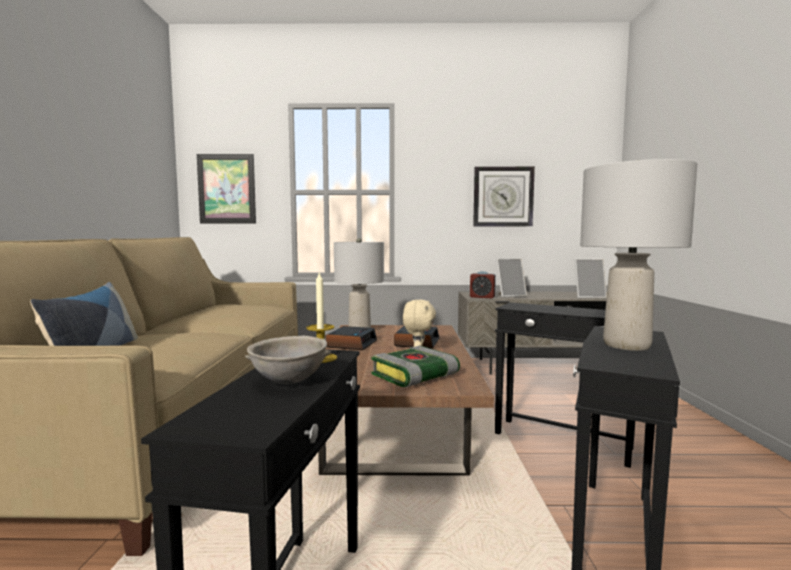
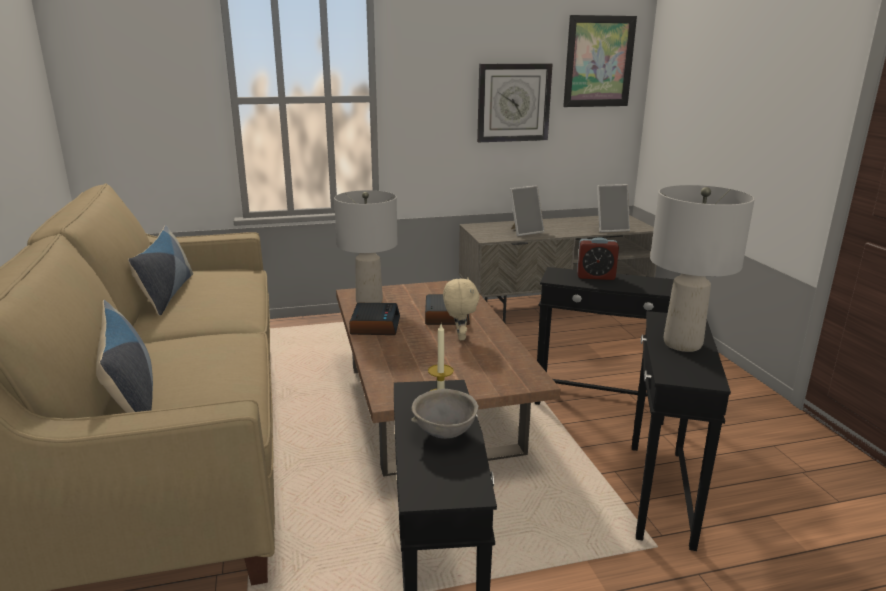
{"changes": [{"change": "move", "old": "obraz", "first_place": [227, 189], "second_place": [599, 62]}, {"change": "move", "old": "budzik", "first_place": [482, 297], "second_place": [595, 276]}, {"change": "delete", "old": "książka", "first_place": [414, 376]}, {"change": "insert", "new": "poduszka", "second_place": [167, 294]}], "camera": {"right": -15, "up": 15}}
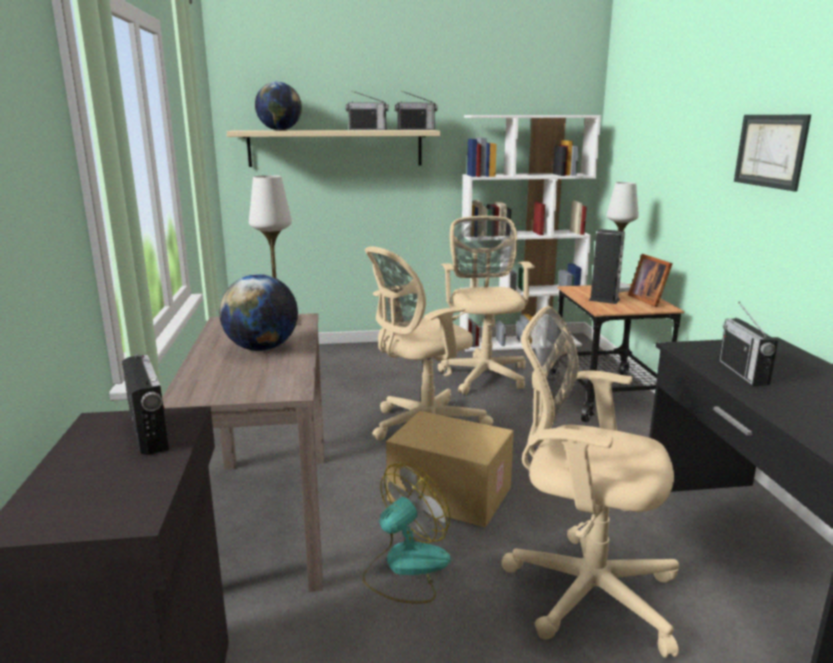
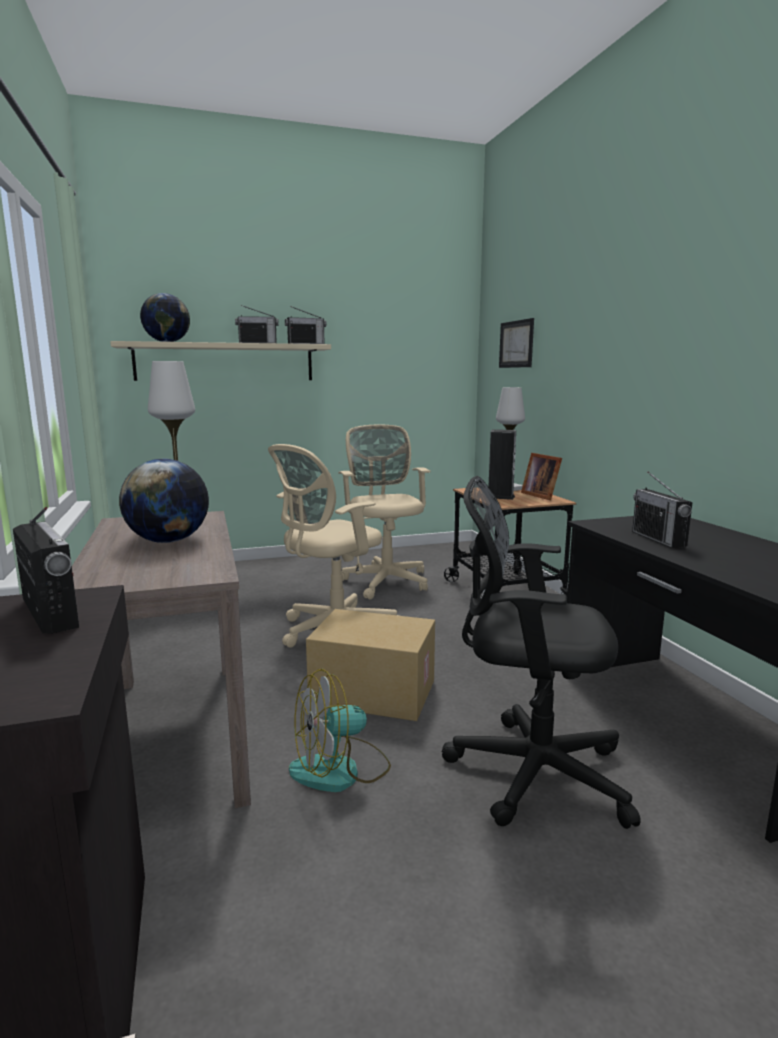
{"changes": [{"change": "delete", "old": "regał (biały)", "first_place": [520, 343]}, {"change": "move", "old": "obraz", "first_place": [770, 151], "second_place": [516, 344]}, {"change": "recolor", "old": "krzesło biurowe (beżowy)", "new": "krzesło biurowe (czarny)", "first_place": [583, 589], "second_place": [529, 771]}, {"change": "rotate", "old": "wentylator", "first_place": [406, 567], "second_place": [340, 770], "degrees": -150}], "camera": {"right": -10, "up": -5}}
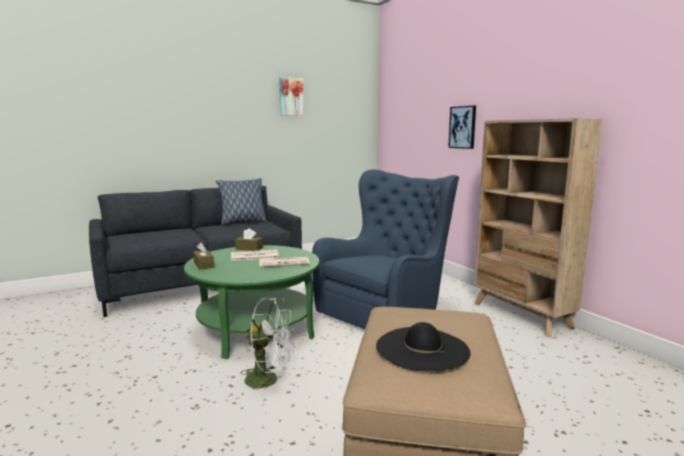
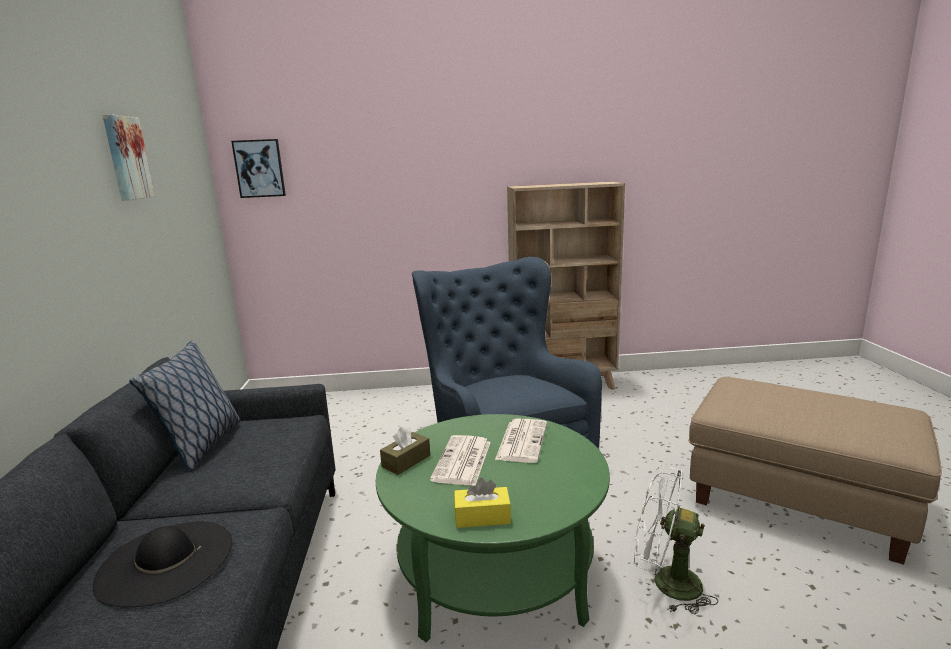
{"changes": [{"change": "move", "old": "obraz", "first_place": [463, 127], "second_place": [259, 168]}, {"change": "recolor", "old": "pudełko chusteczek (brązowy)", "new": "pudełko chusteczek (żółty)", "first_place": [203, 265], "second_place": [482, 517]}, {"change": "rotate", "old": "wentylator (biały)", "first_place": [269, 380], "second_place": [666, 583], "degrees": -105}, {"change": "move", "old": "kapelusz (czarny)", "first_place": [422, 348], "second_place": [166, 561]}], "camera": {"right": -65, "up": 5}}
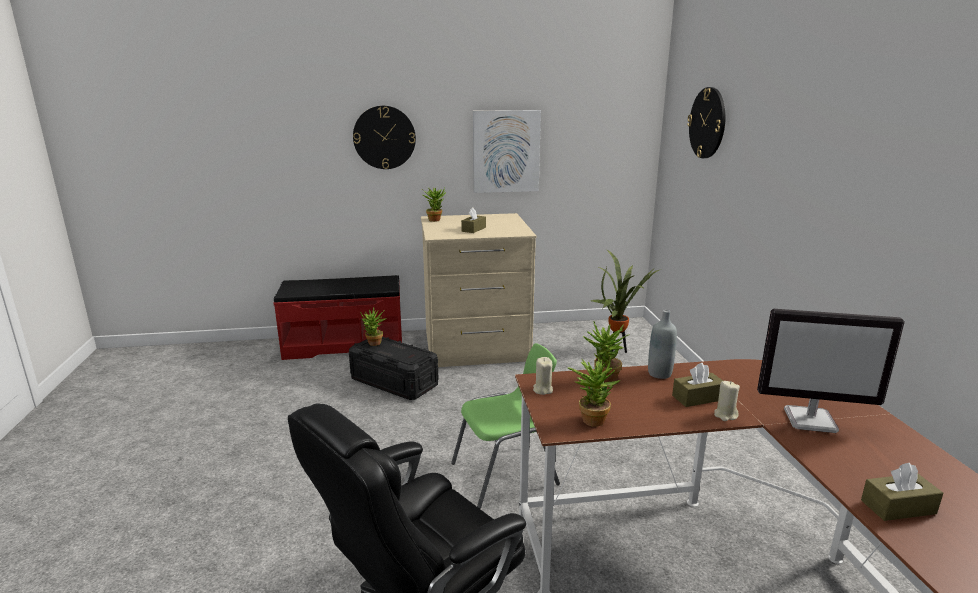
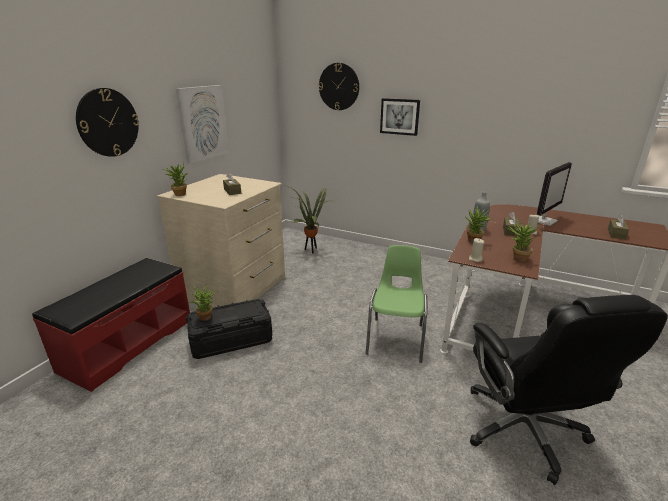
{"changes": [{"change": "insert", "new": "obraz", "second_place": [399, 116]}], "camera": {"right": -55, "up": 5}}
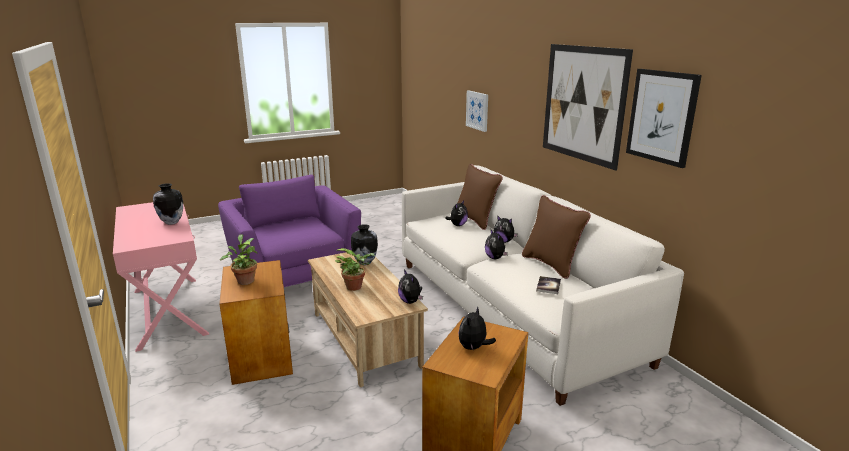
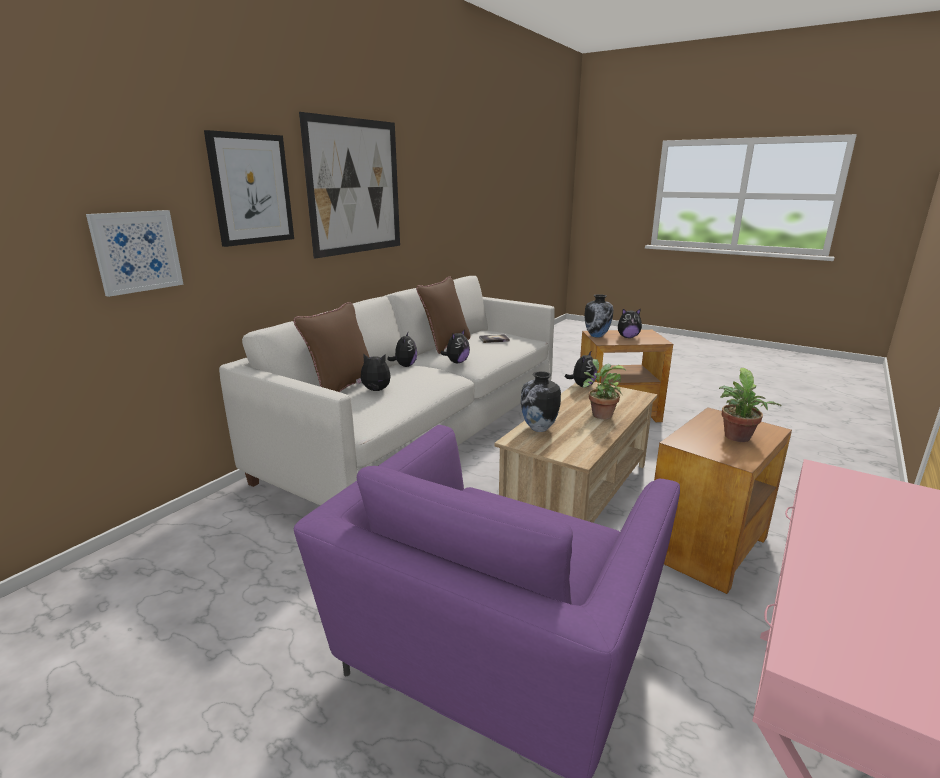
{"changes": [{"change": "move", "old": "obraz", "first_place": [662, 116], "second_place": [251, 189]}, {"change": "move", "old": "wazon", "first_place": [171, 222], "second_place": [597, 336]}], "camera": {"right": -120, "up": 0}}
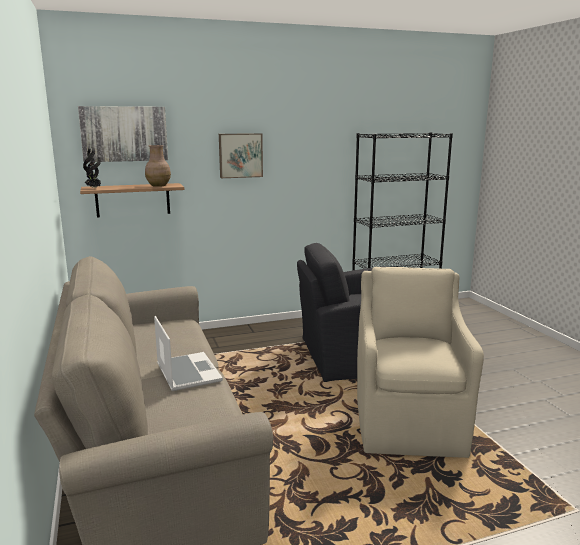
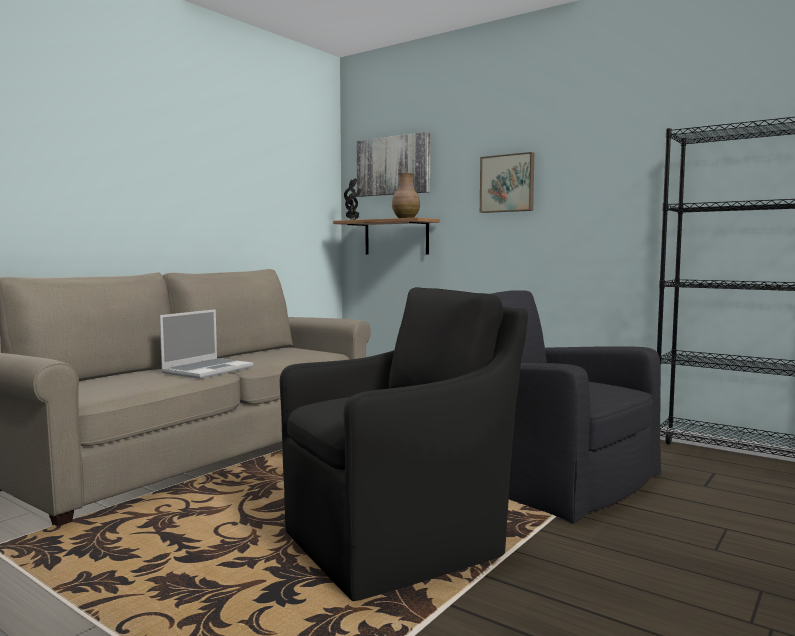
{"changes": [{"change": "recolor", "old": "fotel (beżowy)", "new": "fotel (czarny)", "first_place": [409, 424], "second_place": [398, 543]}], "camera": {"right": 55, "up": -10}}
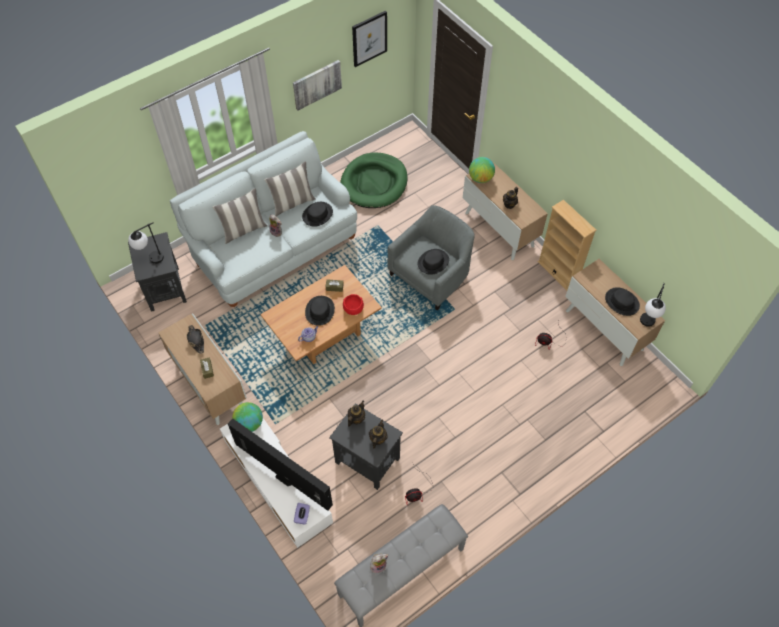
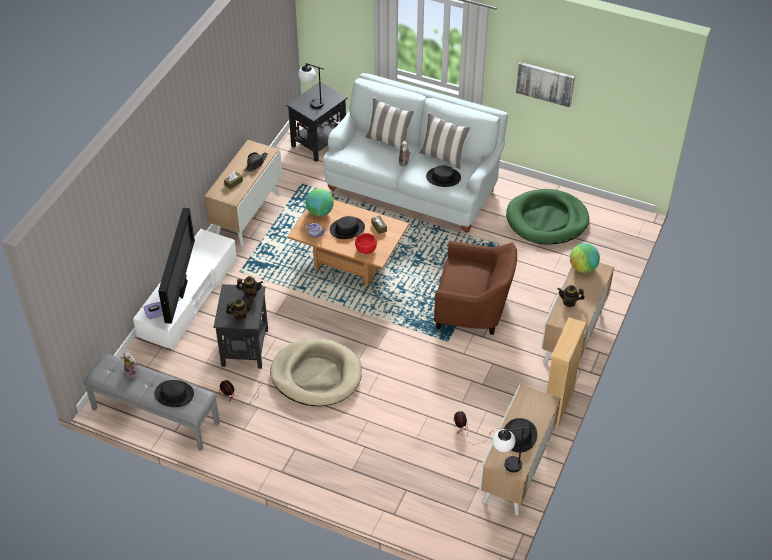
{"changes": [{"change": "delete", "old": "obraz", "first_place": [369, 38]}, {"change": "recolor", "old": "fotel (szary)", "new": "fotel (brązowy)", "first_place": [431, 275], "second_place": [473, 308]}, {"change": "move", "old": "kapelusz (czarny)", "first_place": [433, 262], "second_place": [174, 394]}, {"change": "move", "old": "globus", "first_place": [249, 423], "second_place": [320, 212]}, {"change": "insert", "new": "legowisko (beżowy)", "second_place": [316, 375]}], "camera": {"right": 60, "up": -10}}
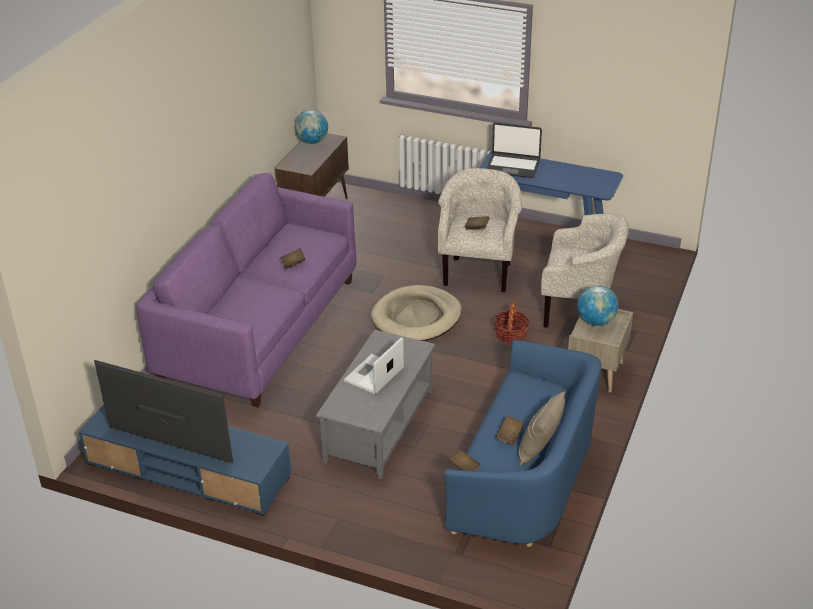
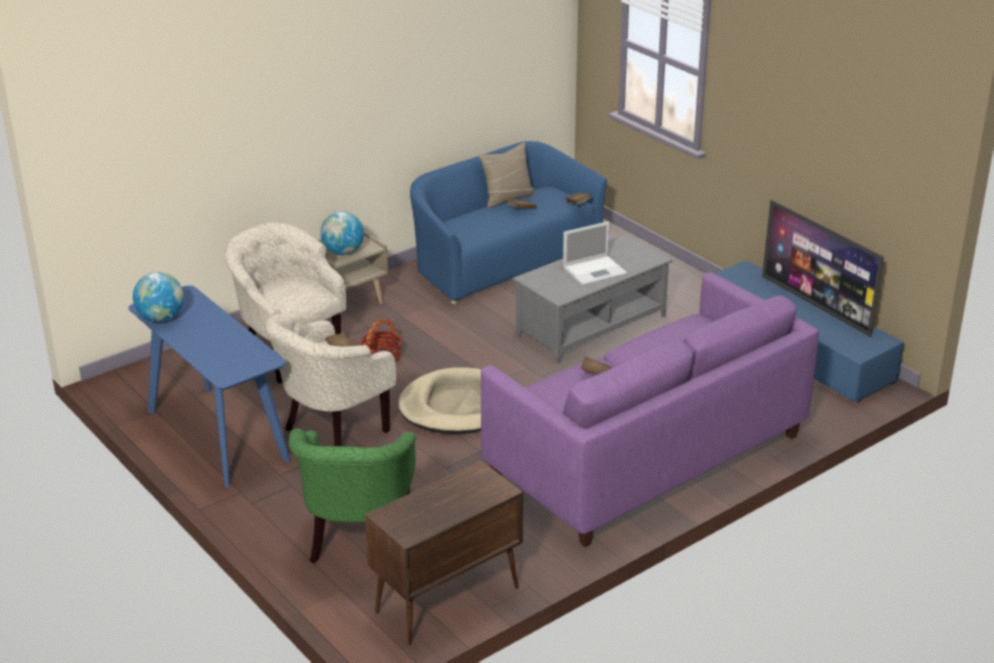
{"changes": [{"change": "move", "old": "globus", "first_place": [312, 141], "second_place": [161, 318]}, {"change": "delete", "old": "laptop", "first_place": [513, 166]}, {"change": "insert", "new": "fotel (zielony)", "second_place": [358, 543]}], "camera": {"right": -150, "up": -5}}
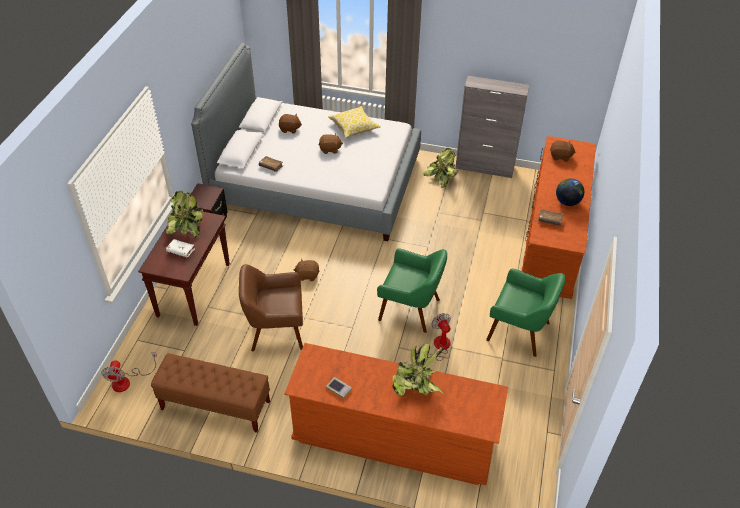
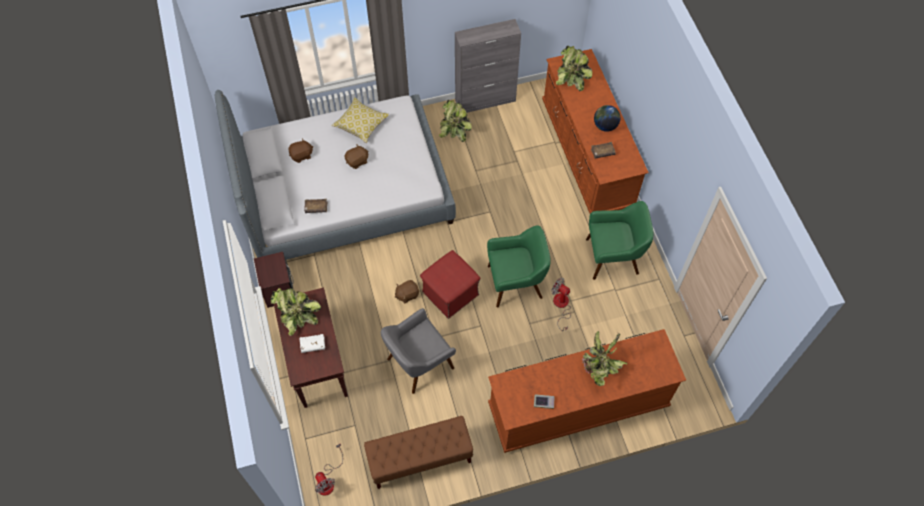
{"changes": [{"change": "replace", "old": "pluszak (brązowy)", "new": "roślina doniczkowa", "first_place": [560, 156], "second_place": [571, 78]}, {"change": "recolor", "old": "fotel (brązowy)", "new": "fotel (szary)", "first_place": [276, 330], "second_place": [419, 363]}, {"change": "insert", "new": "pufa (czerwony)", "second_place": [450, 293]}], "camera": {"right": -30, "up": 15}}
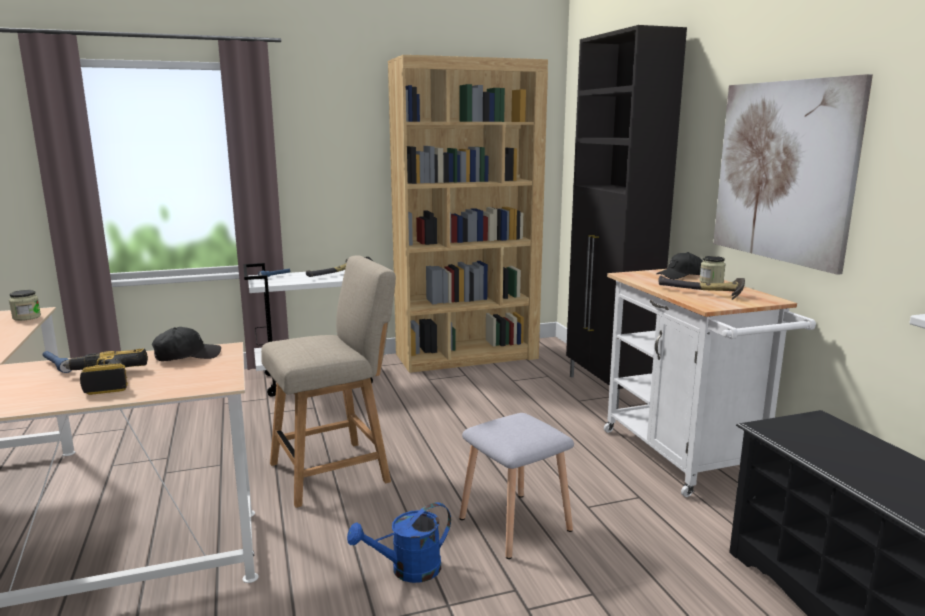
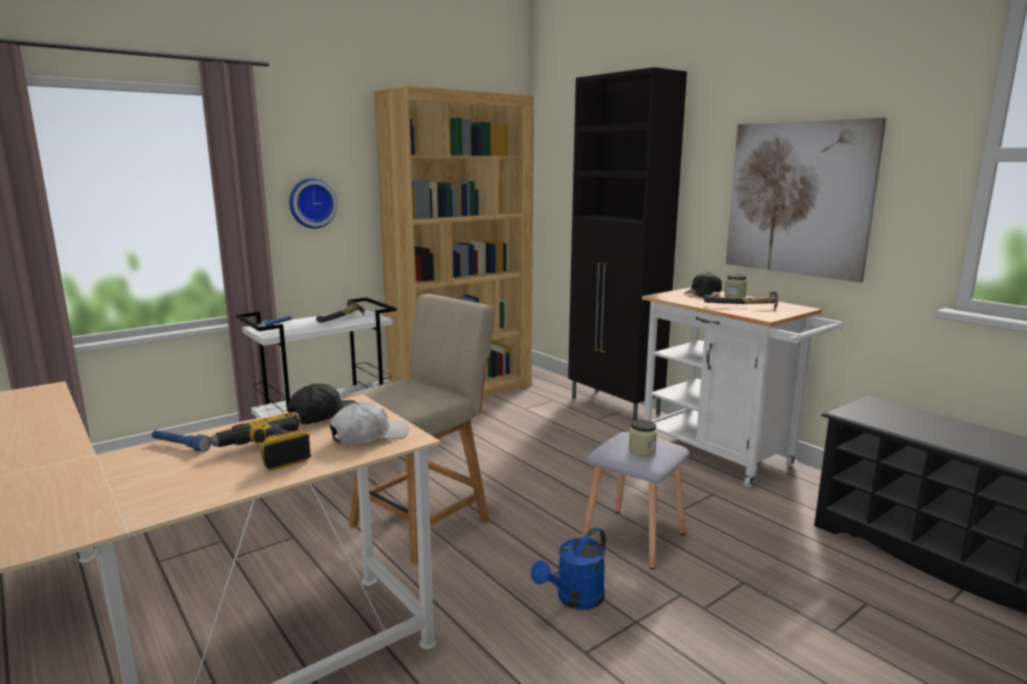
{"changes": [{"change": "move", "old": "słoik", "first_place": [26, 317], "second_place": [642, 450]}, {"change": "insert", "new": "zegar ścienny", "second_place": [312, 203]}, {"change": "insert", "new": "czapka z daszkiem (biały)", "second_place": [369, 436]}], "camera": {"right": -20, "up": 0}}
